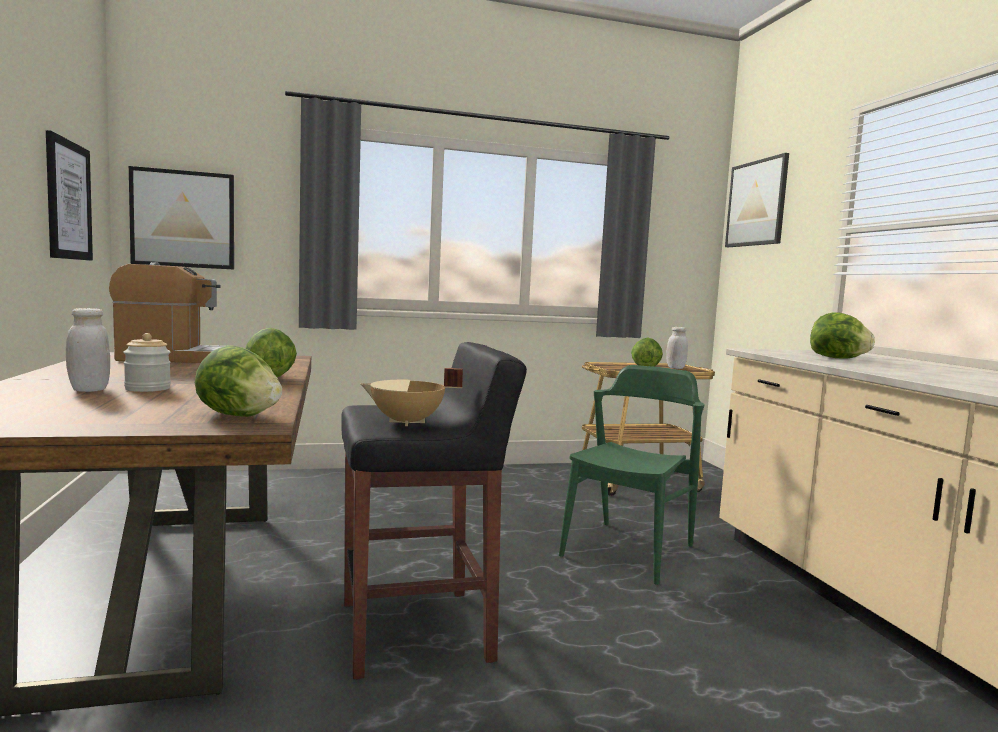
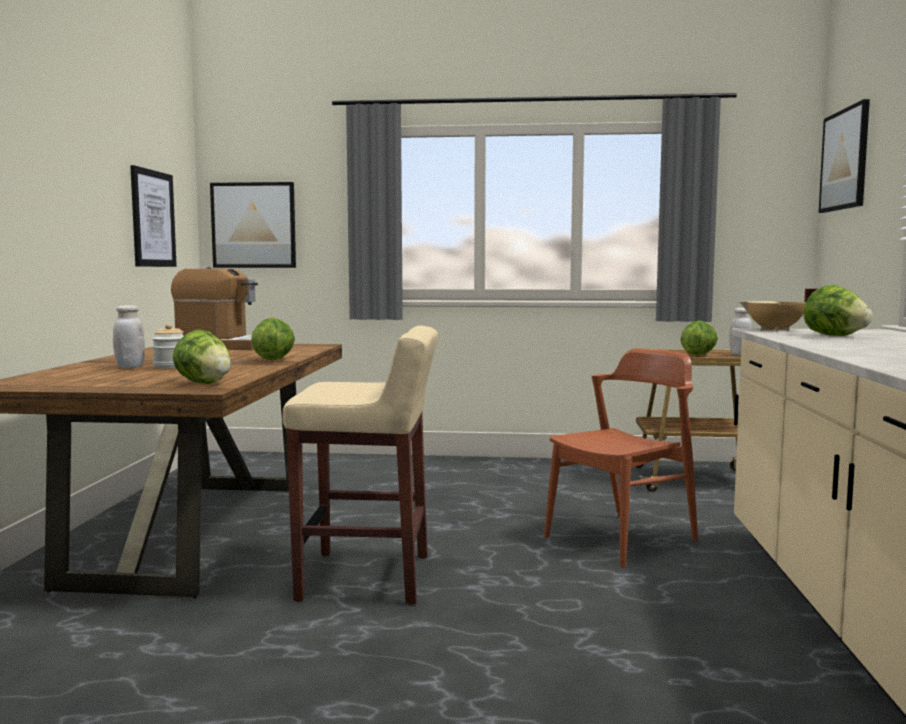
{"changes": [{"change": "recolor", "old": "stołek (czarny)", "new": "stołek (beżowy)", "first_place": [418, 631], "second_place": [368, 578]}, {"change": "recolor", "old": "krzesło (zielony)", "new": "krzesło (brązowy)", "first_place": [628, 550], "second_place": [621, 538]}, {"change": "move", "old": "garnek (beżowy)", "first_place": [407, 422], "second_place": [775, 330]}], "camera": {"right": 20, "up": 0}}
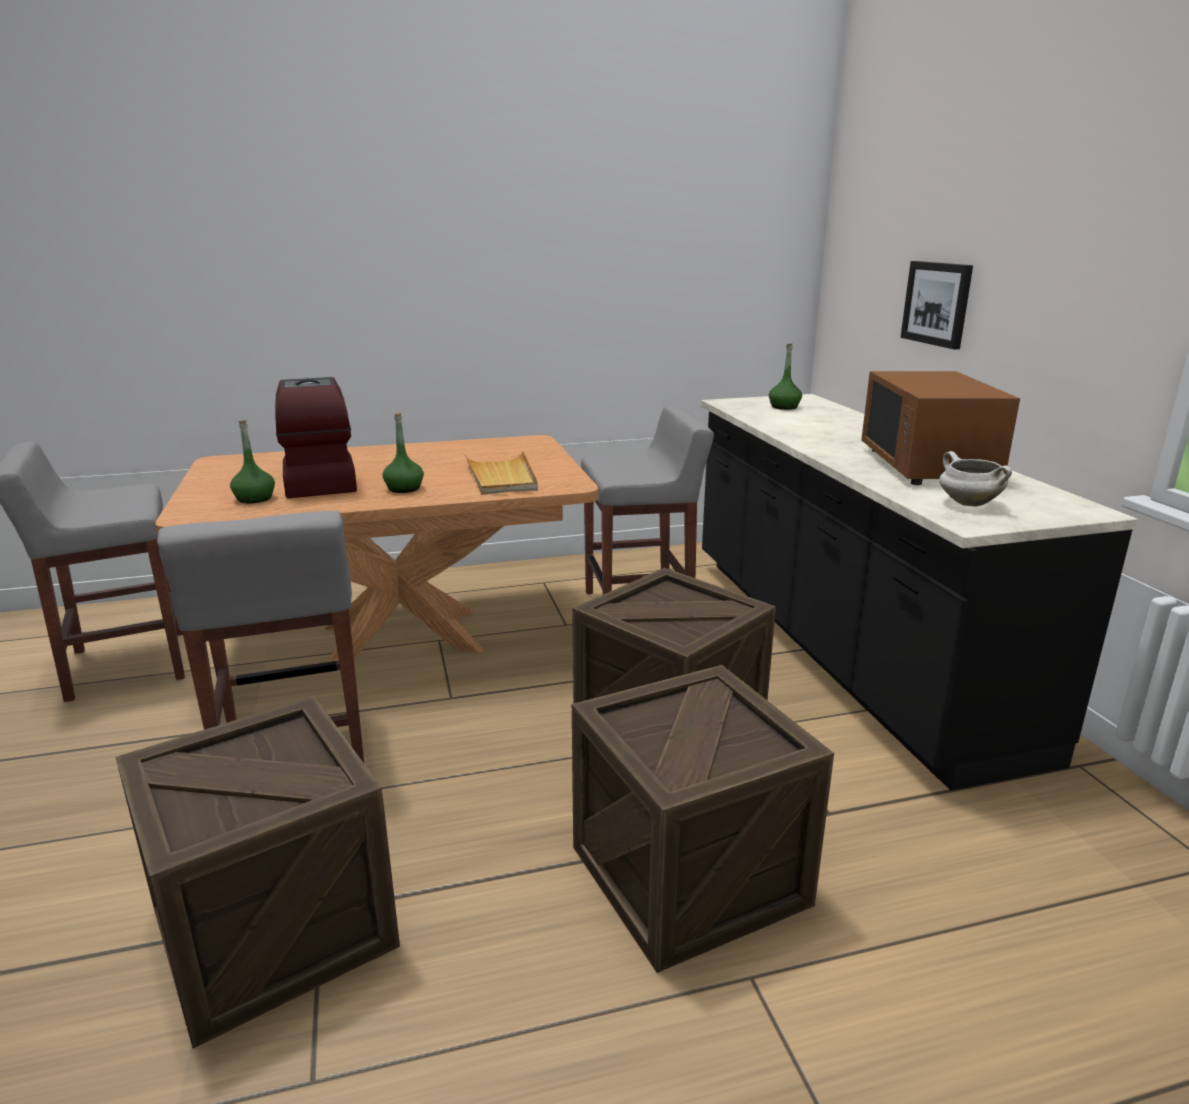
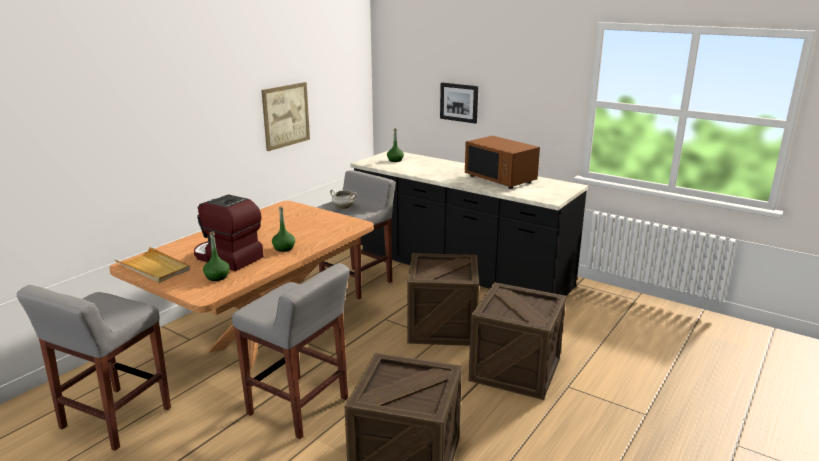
{"changes": [{"change": "move", "old": "taca (beżowy)", "first_place": [501, 477], "second_place": [153, 268]}, {"change": "move", "old": "garnek (biały)", "first_place": [967, 503], "second_place": [343, 207]}, {"change": "insert", "new": "obraz", "second_place": [286, 115]}], "camera": {"right": -40, "up": 0}}
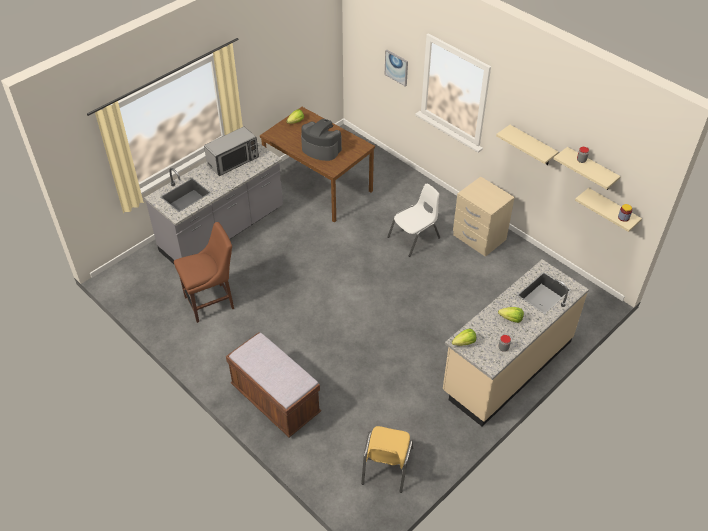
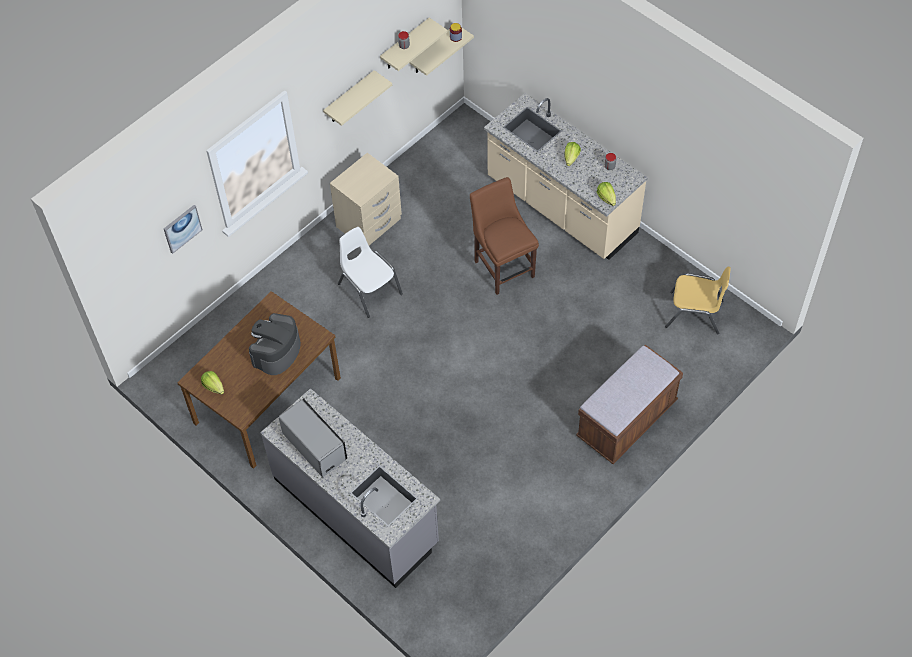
{"changes": [{"change": "move", "old": "krzesło (brązowy)", "first_place": [212, 302], "second_place": [503, 266]}], "camera": {"right": -90, "up": 10}}
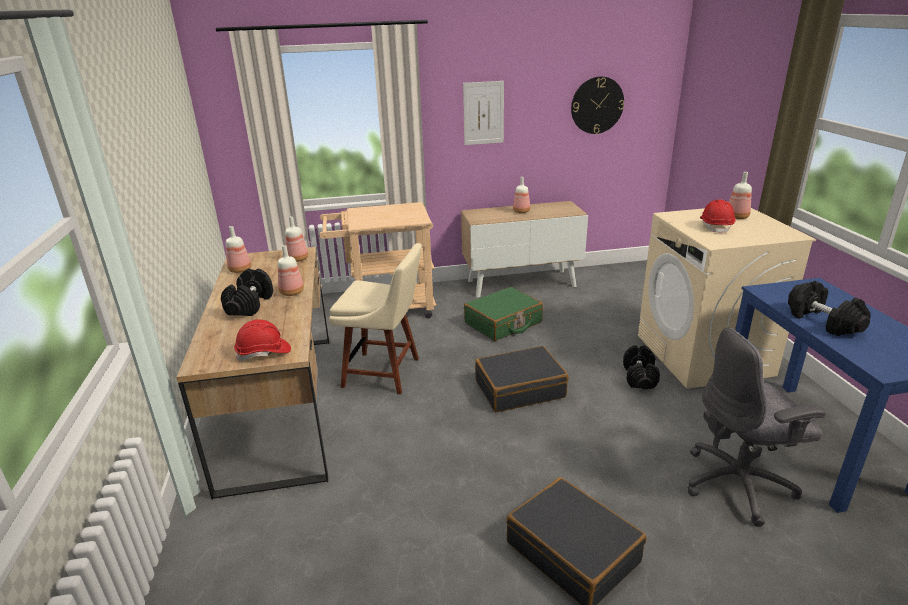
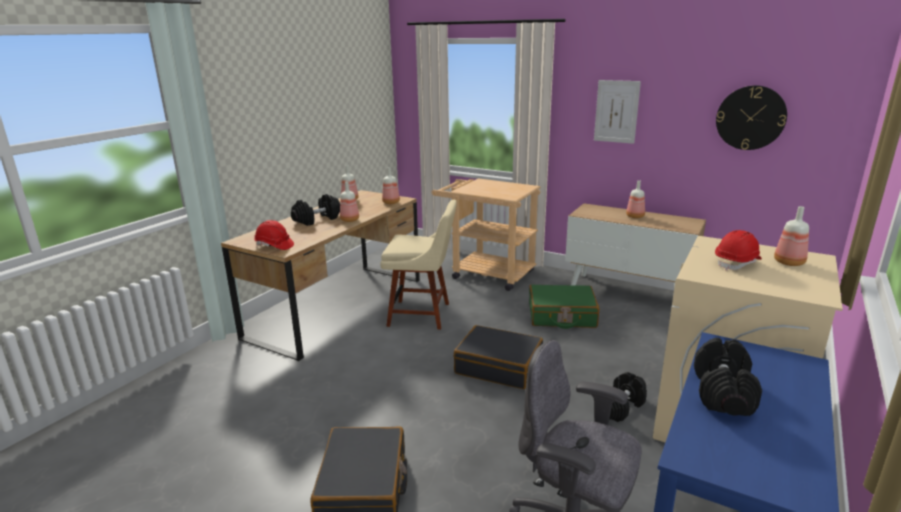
{"changes": [{"change": "rotate", "old": "krzesło (beżowy)", "first_place": [385, 373], "second_place": [423, 314], "degrees": -45}], "camera": {"right": 40, "up": -5}}
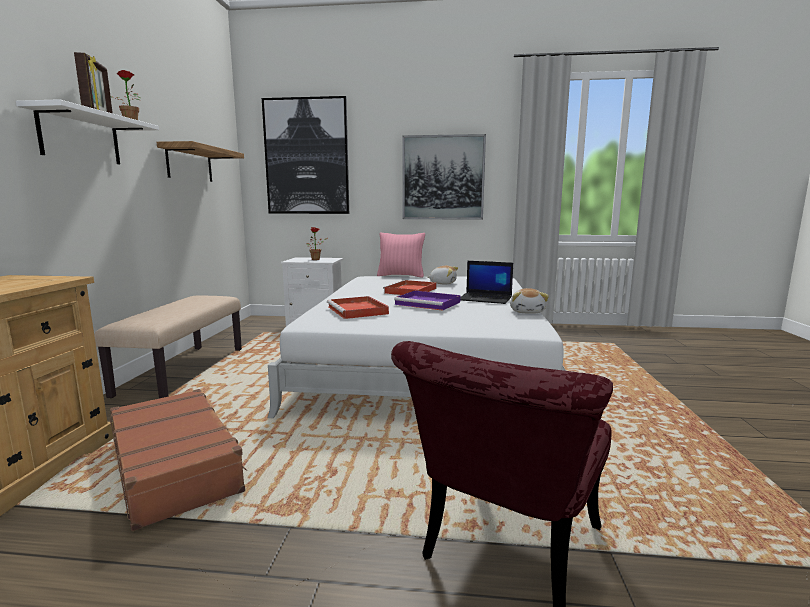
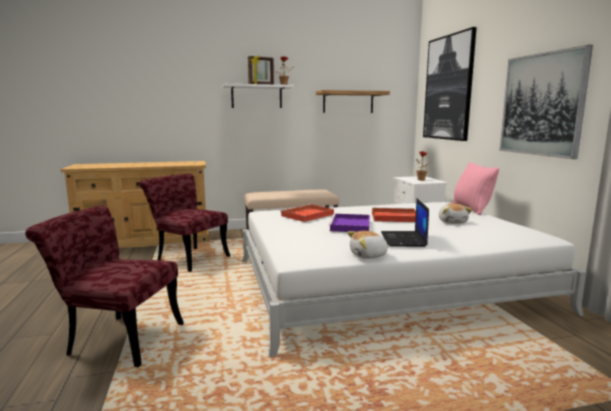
{"changes": [{"change": "replace", "old": "walizka (brązowy)", "new": "krzesło (czerwony)", "first_place": [176, 466], "second_place": [188, 258]}], "camera": {"right": 70, "up": 0}}
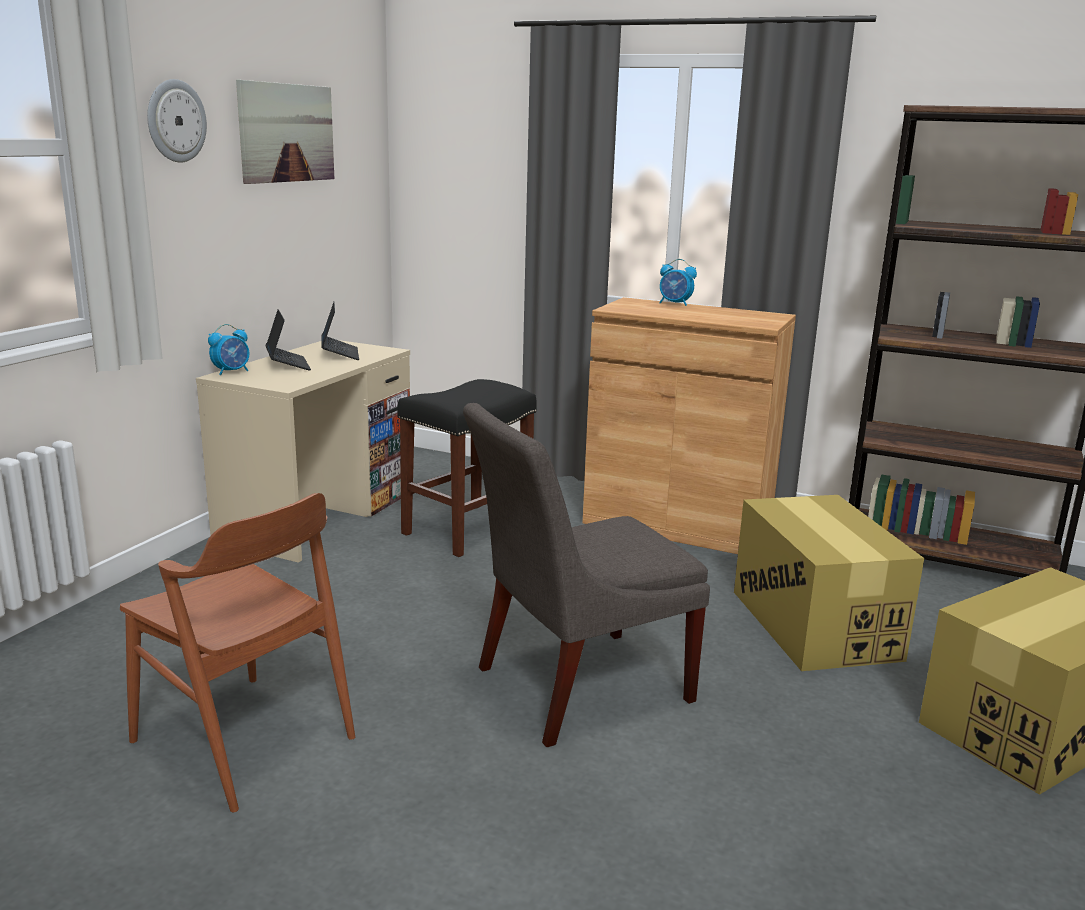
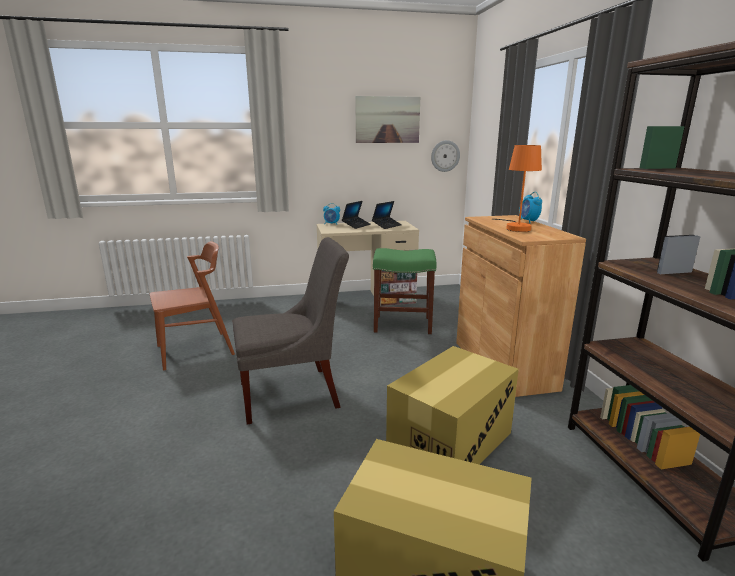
{"changes": [{"change": "move", "old": "zegar ścienny", "first_place": [175, 121], "second_place": [445, 156]}, {"change": "recolor", "old": "stołek (czarny)", "new": "stołek (zielony)", "first_place": [467, 530], "second_place": [401, 324]}, {"change": "rotate", "old": "krzesło (szary)", "first_place": [574, 686], "second_place": [294, 394], "degrees": 135}, {"change": "rotate", "old": "krzesło (brązowy)", "first_place": [244, 739], "second_place": [195, 350], "degrees": -120}, {"change": "insert", "new": "lampa stołowa (pomarańczowy)", "second_place": [516, 228]}], "camera": {"right": 55, "up": 0}}
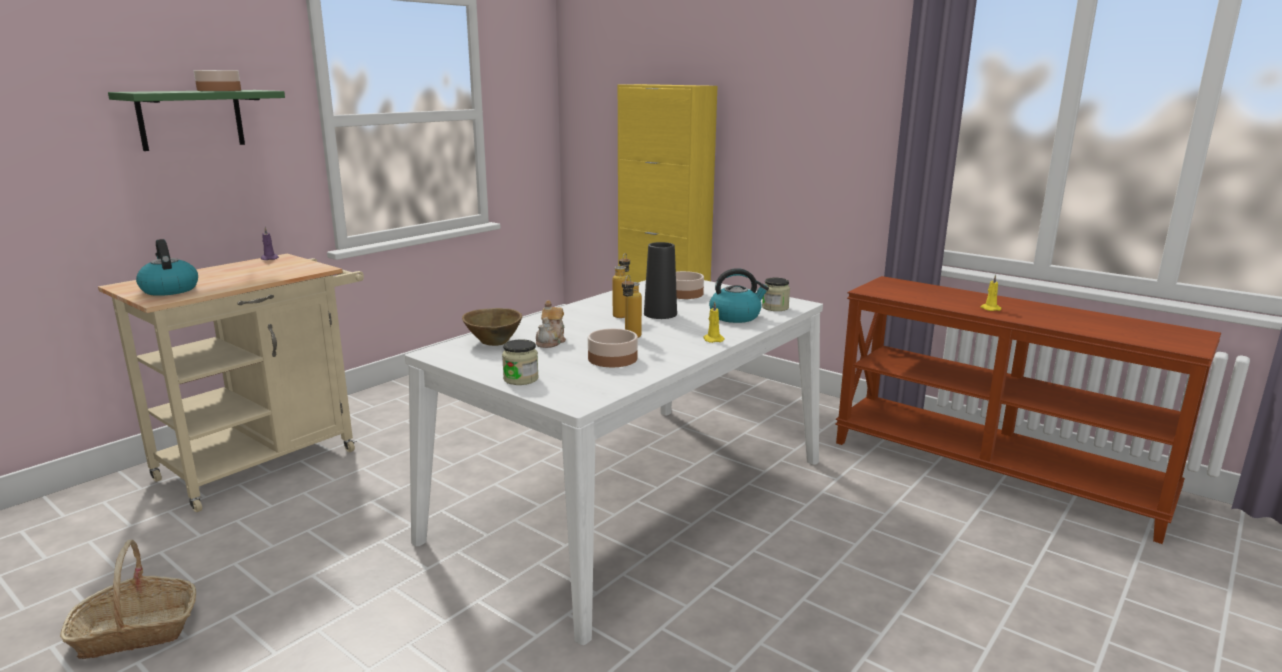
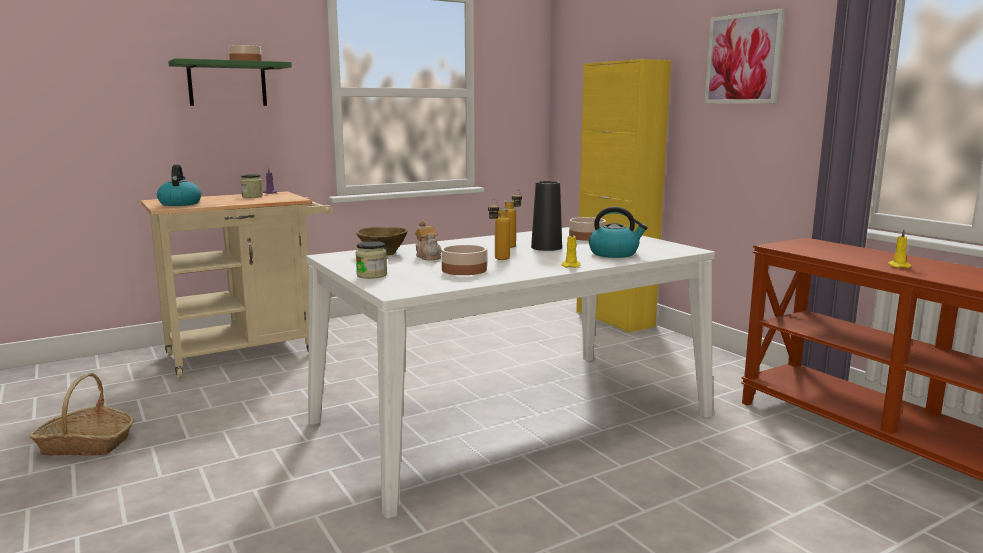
{"changes": [{"change": "move", "old": "słoik", "first_place": [775, 307], "second_place": [252, 196]}, {"change": "rotate", "old": "imbryk", "first_place": [551, 341], "second_place": [428, 256], "degrees": -60}, {"change": "insert", "new": "obraz", "second_place": [743, 59]}], "camera": {"right": 20, "up": -5}}
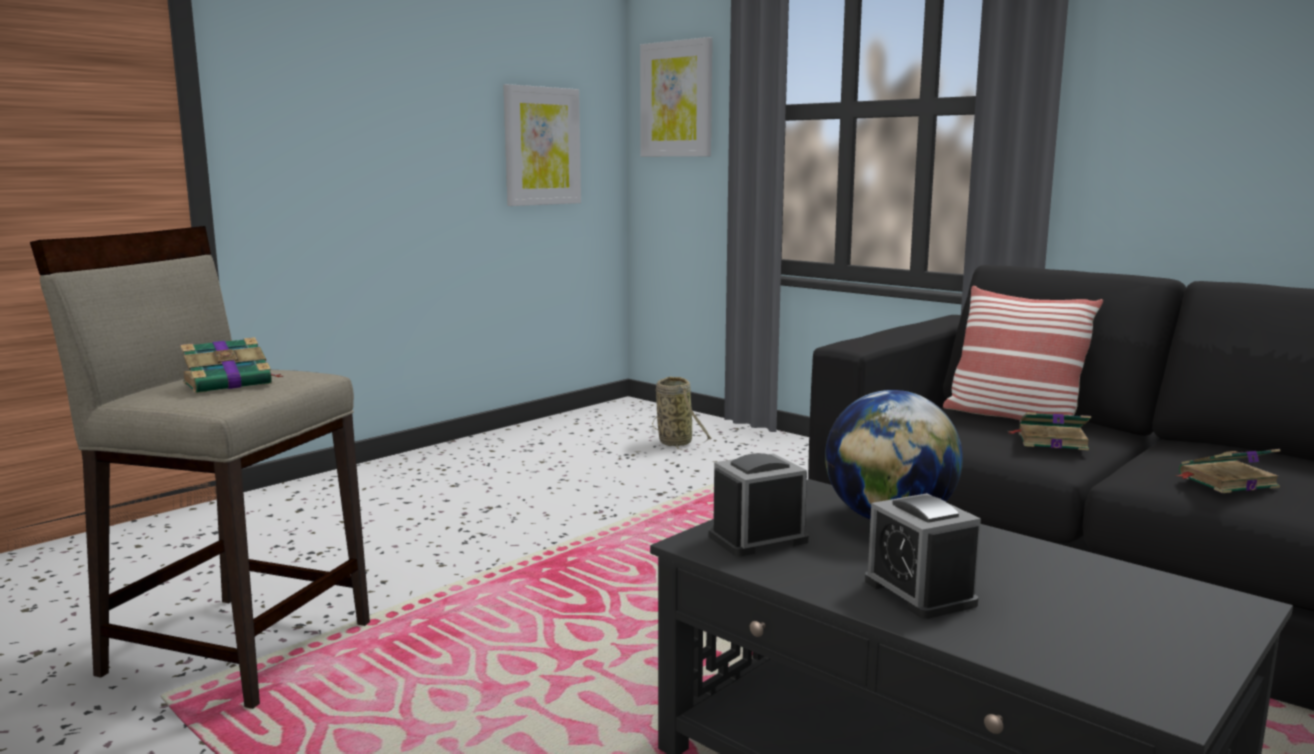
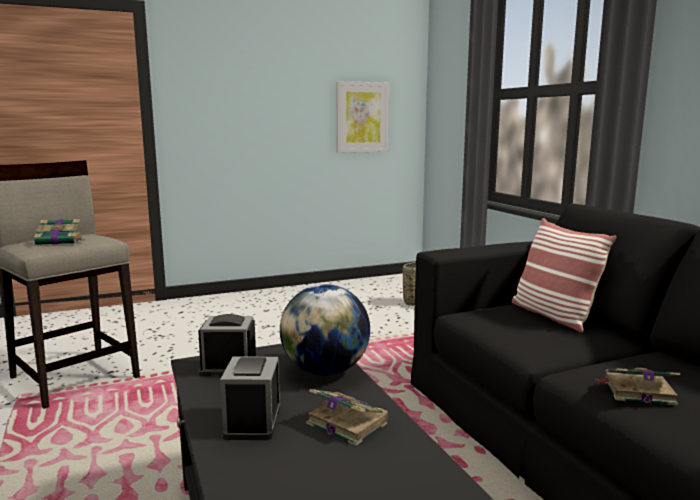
{"changes": [{"change": "delete", "old": "obraz", "first_place": [676, 99]}, {"change": "move", "old": "książka", "first_place": [1050, 441], "second_place": [346, 422]}], "camera": {"right": 25, "up": 0}}
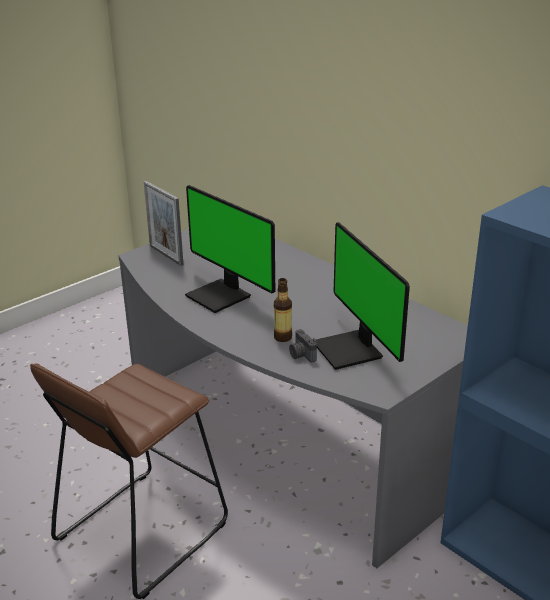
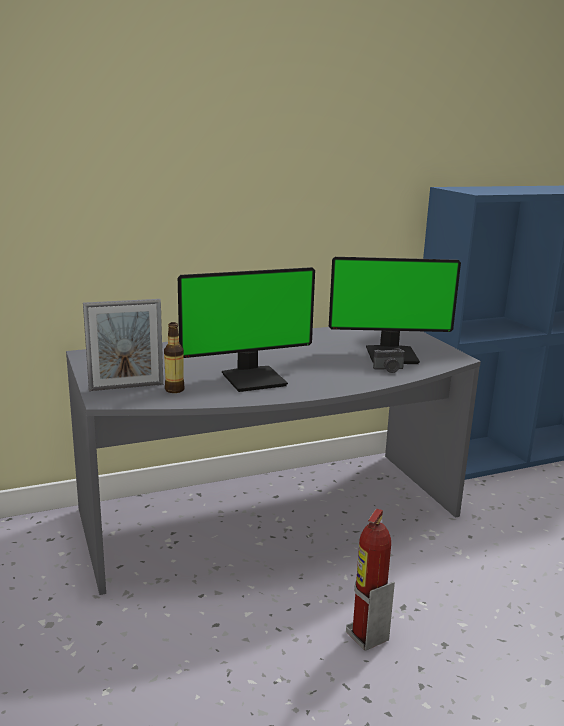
{"changes": [{"change": "move", "old": "butelka", "first_place": [282, 337], "second_place": [174, 390]}, {"change": "replace", "old": "stołek (brązowy)", "new": "gaśnica", "first_place": [141, 531], "second_place": [366, 636]}], "camera": {"right": -70, "up": -10}}
